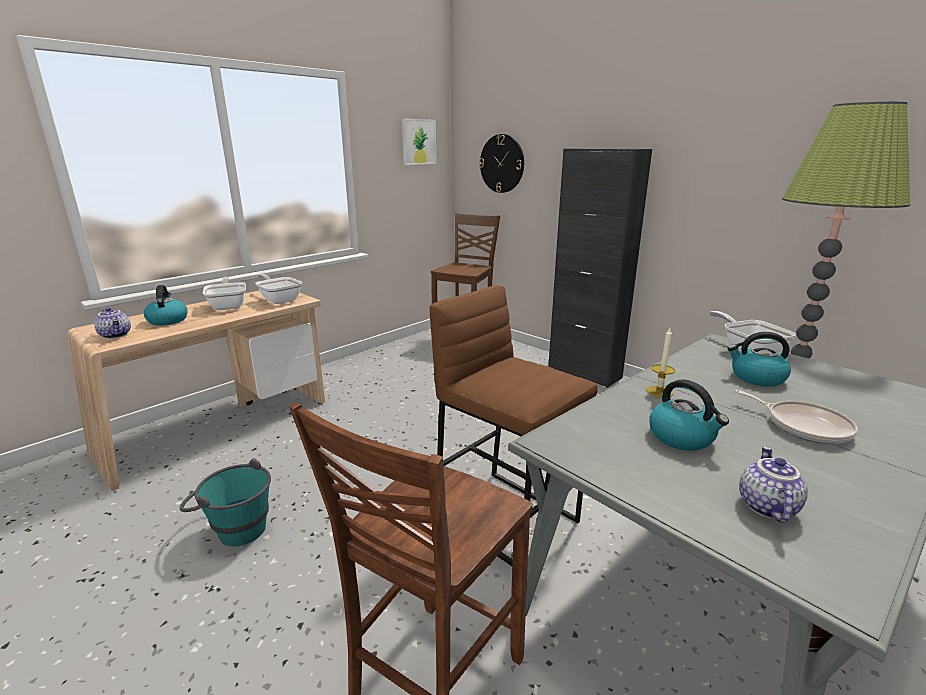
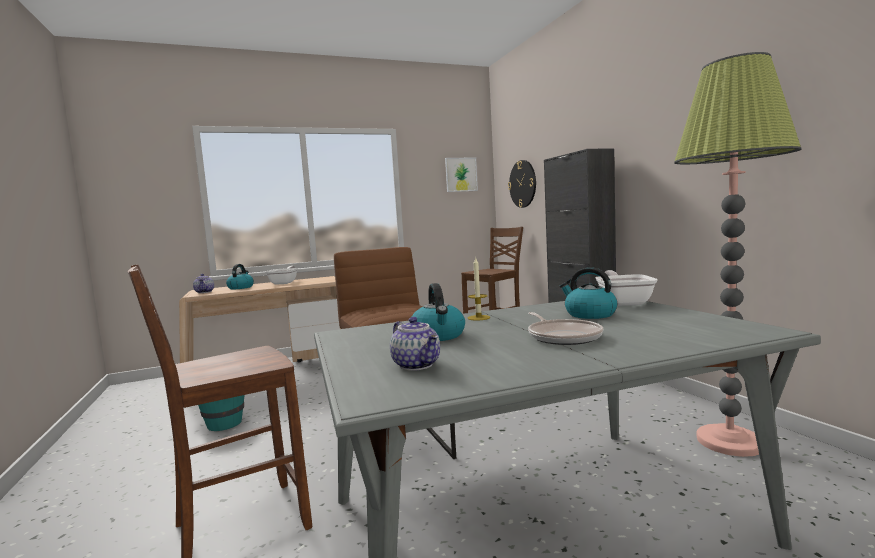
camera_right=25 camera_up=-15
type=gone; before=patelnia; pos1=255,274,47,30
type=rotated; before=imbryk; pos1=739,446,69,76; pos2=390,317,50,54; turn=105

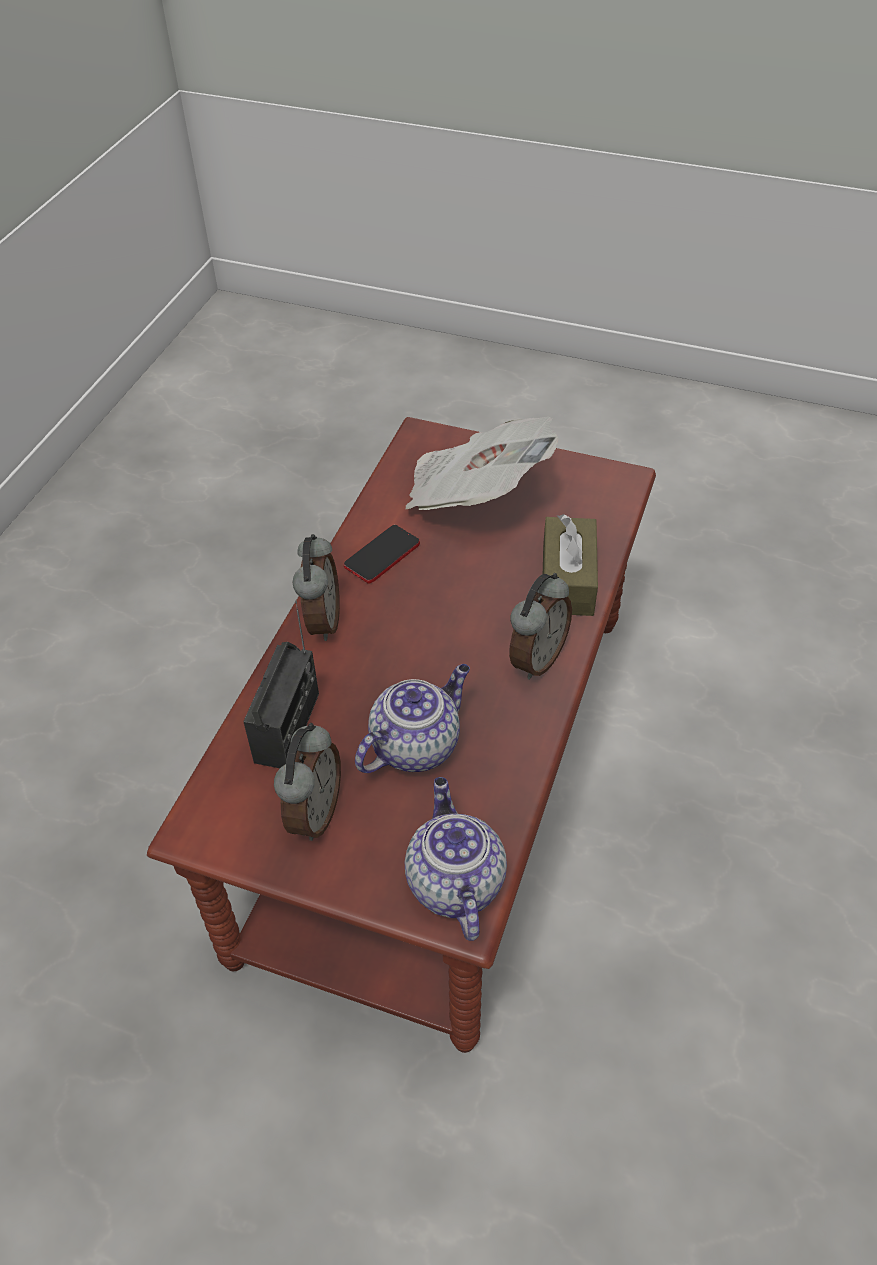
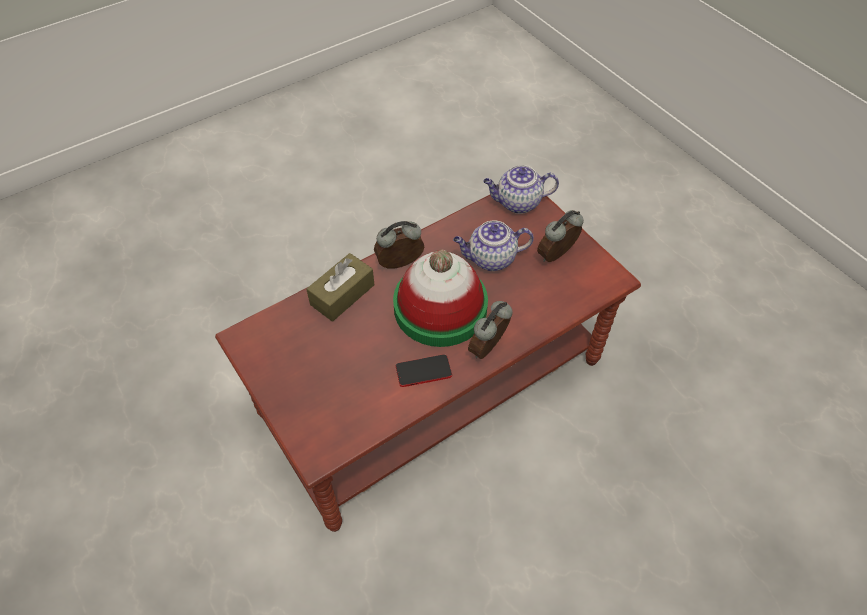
camera_right=-145 camera_up=5
type=gone; before=gazeta; pos1=406,417,152,93
type=gone; before=radio; pos1=243,600,76,168
type=rotated; before=imbryk; pos1=405,777,102,164; pos2=483,165,76,49; turn=60
type=new; after=kapelusz; pos2=393,249,95,98

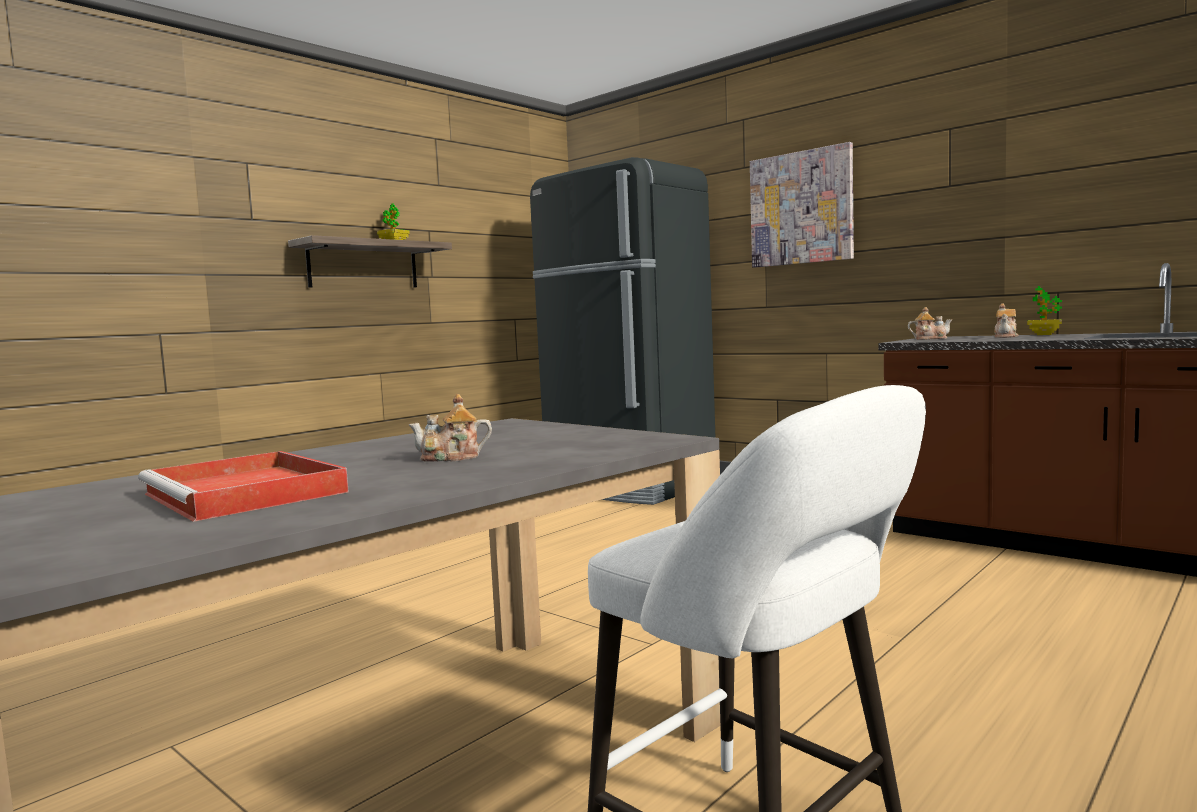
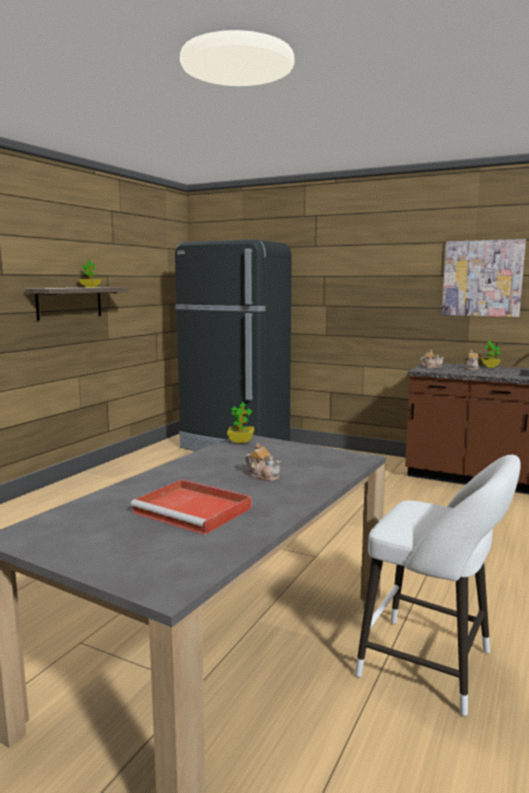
camera_right=-15 camera_up=5
type=shifted; before=obraz; pos1=750,142,104,126; pos2=442,239,84,78
type=rotated; before=imbryk; pos1=408,394,84,68; pos2=245,443,36,38; turn=-120
type=new; after=roślina doniczkowa; pos2=227,402,27,41

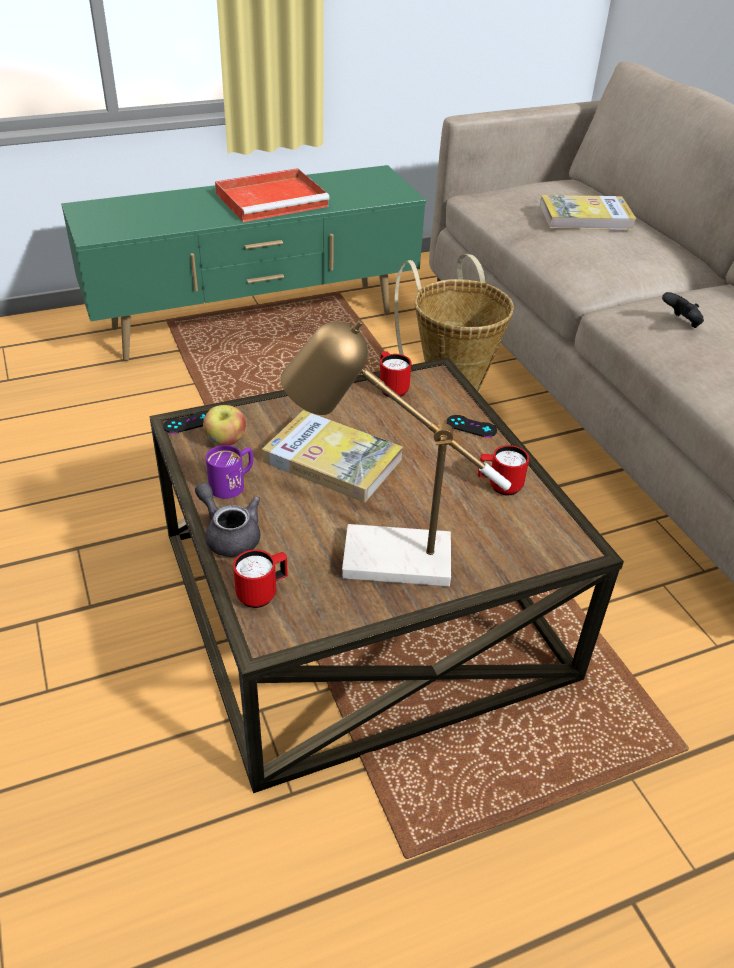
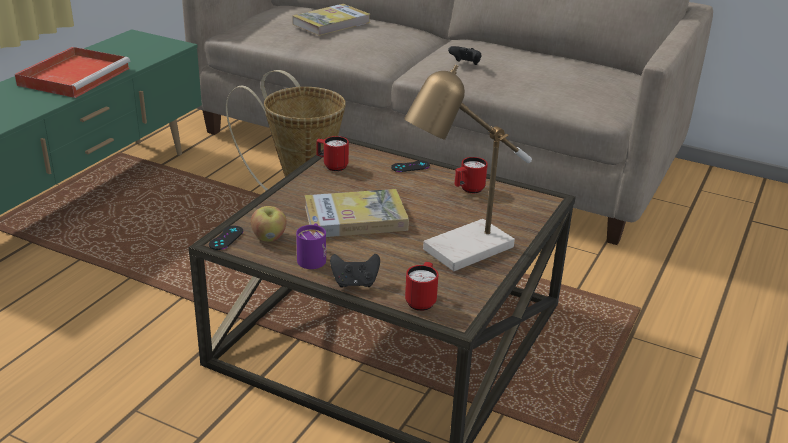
camera_right=-40 camera_up=-10
type=swapped; before=imbryk [szary]; after=pad do gier [czarny]; pos1=195,482,65,75; pos2=330,254,50,34

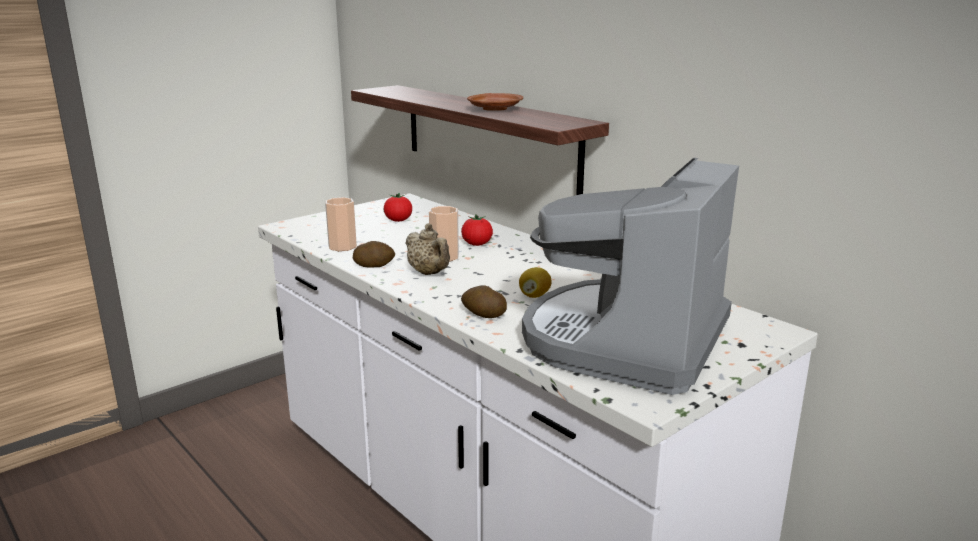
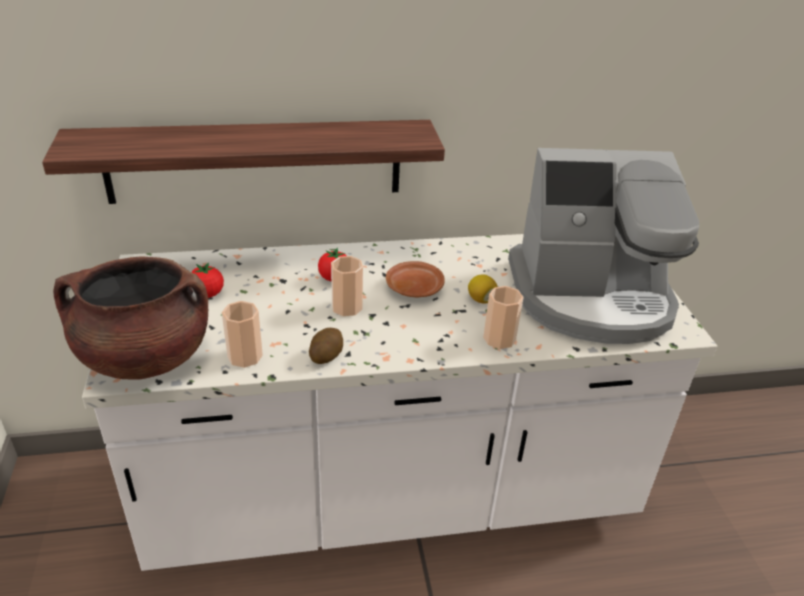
camera_right=-60 camera_up=15
type=shifted; before=talerz [brązowy]; pos1=467,93,56,18; pos2=386,261,59,36
type=rotated; before=ekspres do kawy; pos1=522,158,217,237; pos2=508,148,191,196; turn=-60
type=gone; before=imbryk [beżowy]; pos1=405,223,45,52
type=swapped; before=ziemniak; after=filiżanka; pos1=461,285,46,33; pos2=483,286,41,63
type=new; after=garnek [brązowy]; pos2=53,256,155,124

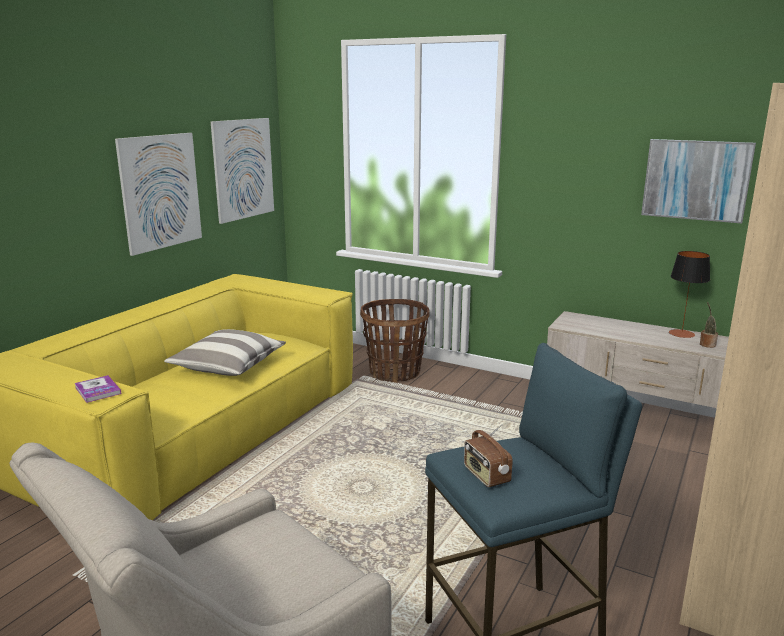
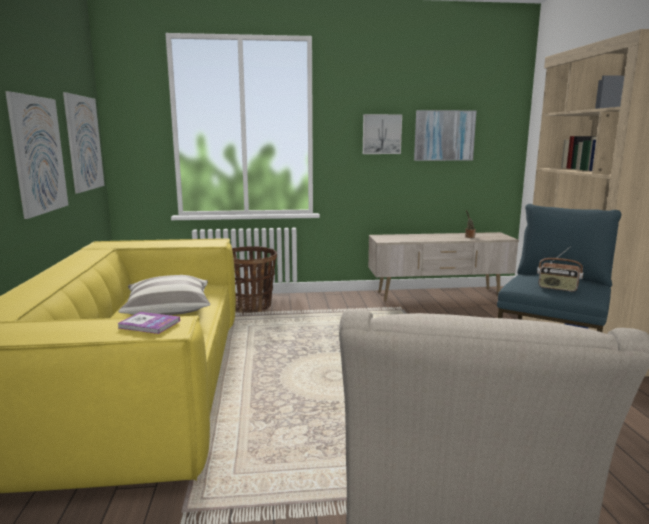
camera_right=-35 camera_up=-5
type=gone; before=lampa stołowa; pos1=669,251,41,87
type=new; after=obraz; pos2=363,114,39,40

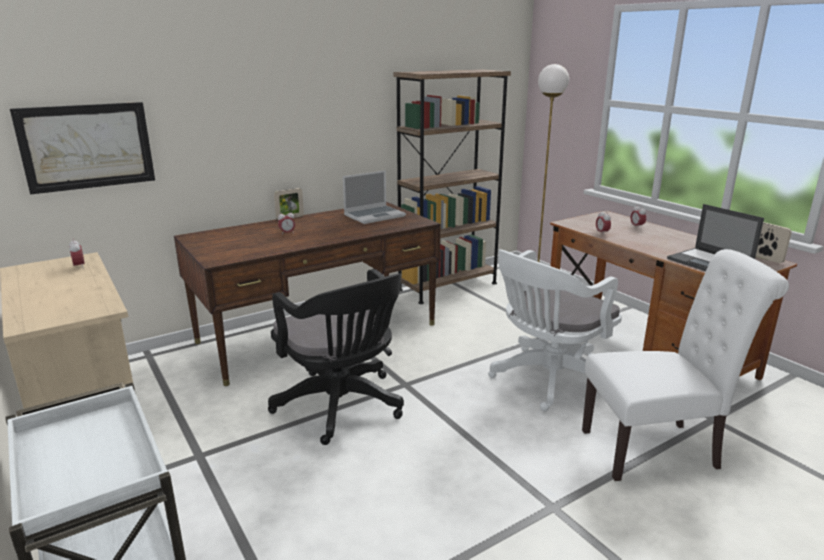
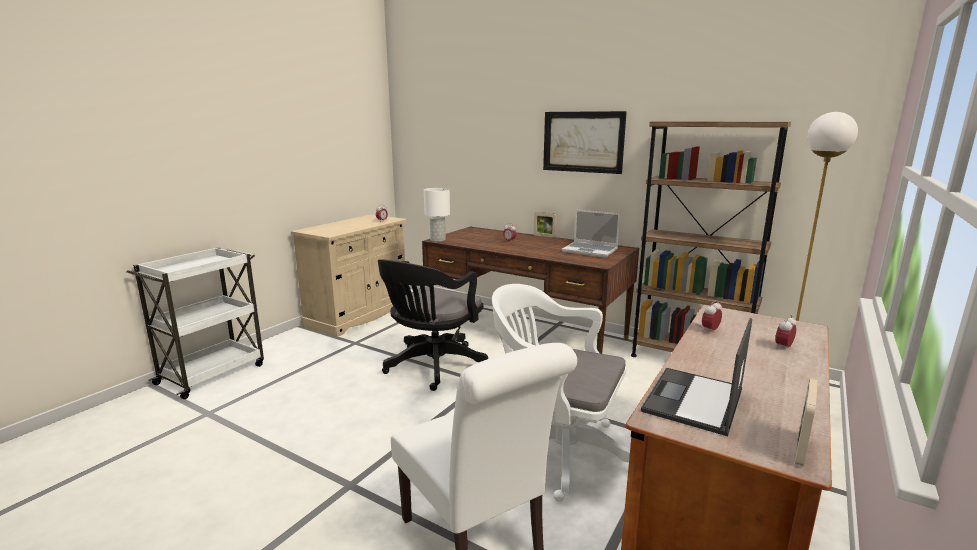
camera_right=65 camera_up=-5
type=shifted; before=obraz; pos1=10,102,145,93; pos2=543,111,84,63
type=new; after=lampa stołowa [biały]; pos2=424,188,26,54

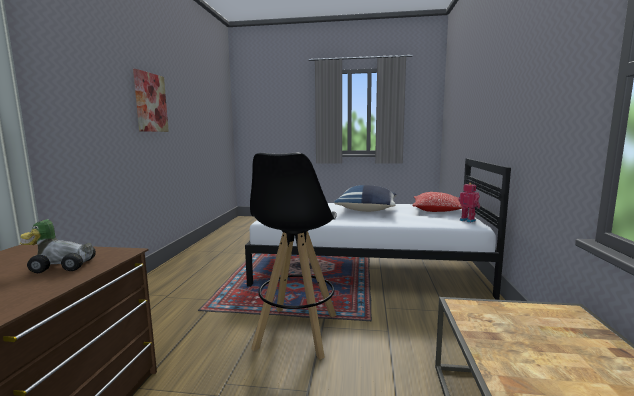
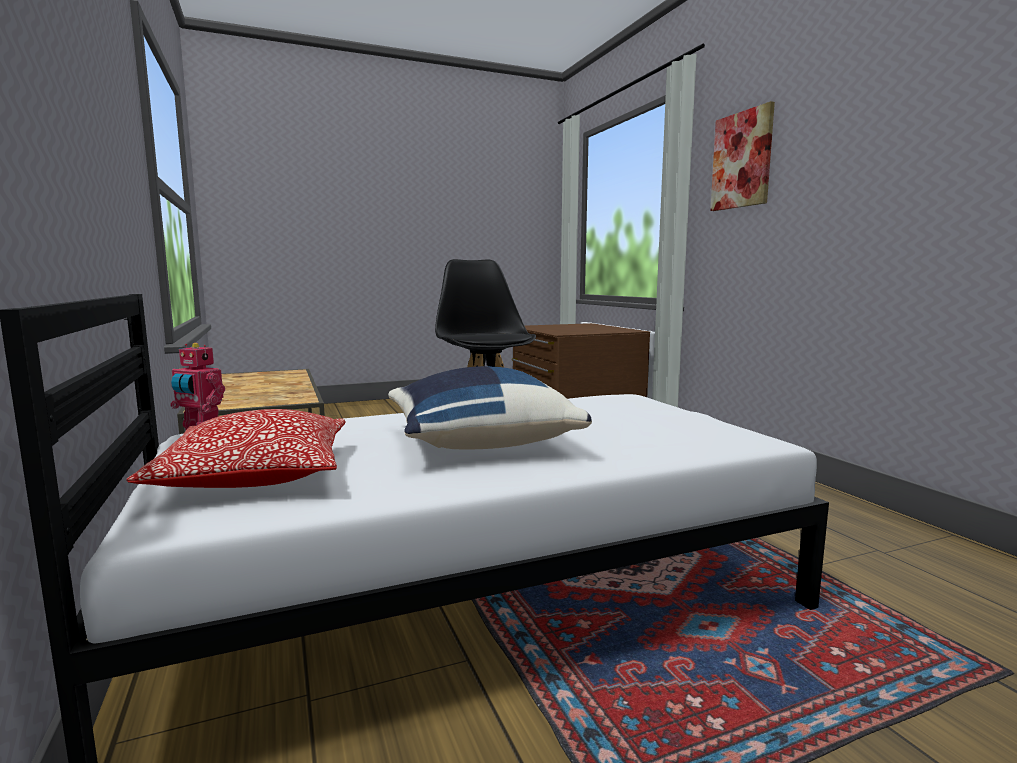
camera_right=150 camera_up=0
type=shifted; before=obraz; pos1=133,69,36,63; pos2=710,101,65,110
type=gone; before=samochodzik; pos1=20,219,76,54

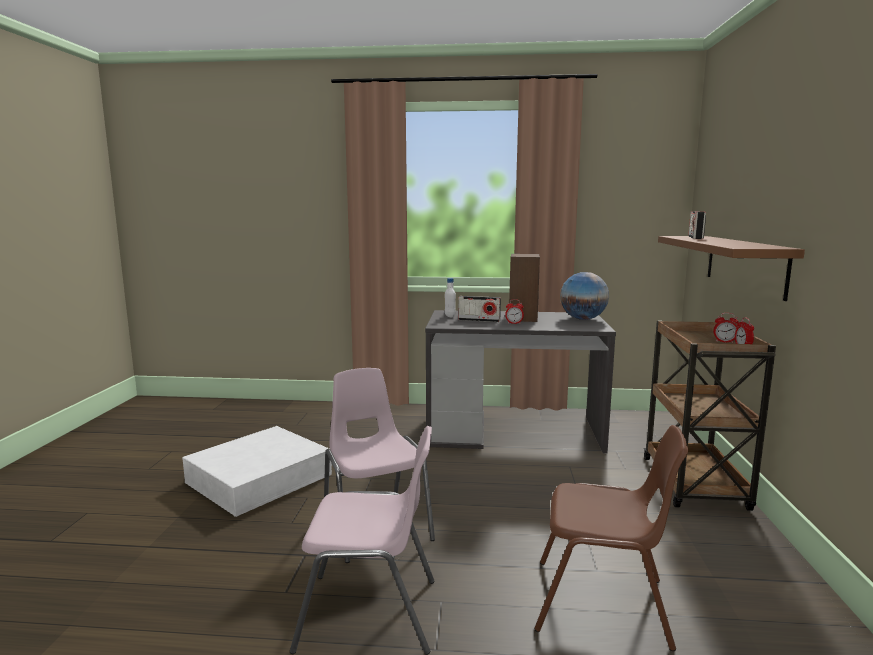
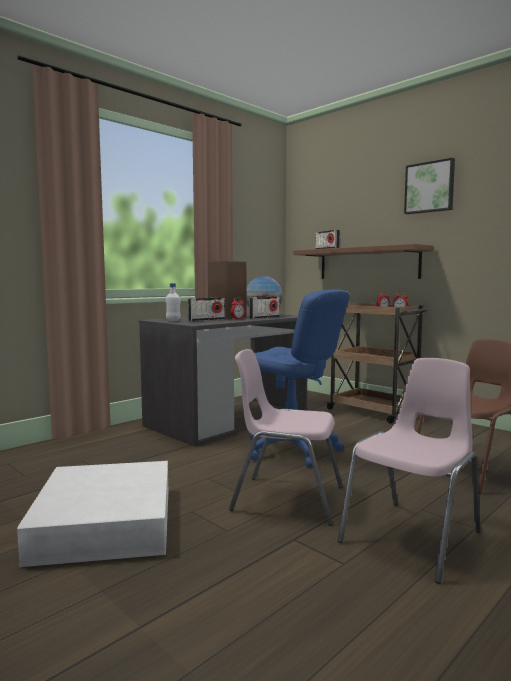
camera_right=-50 camera_up=-5
type=new; after=obraz; pos2=404,158,51,56
type=new; after=krzesło biurowe [niebieski]; pos2=247,289,102,178
type=new; after=radio; pos2=249,297,31,22

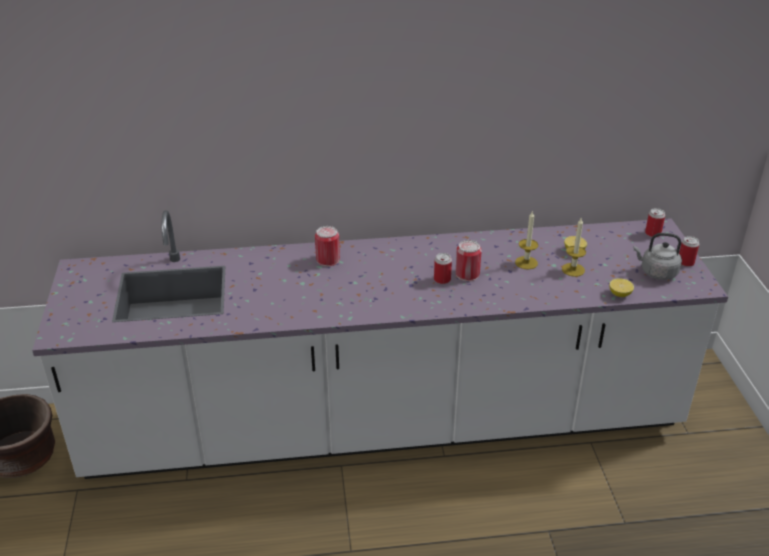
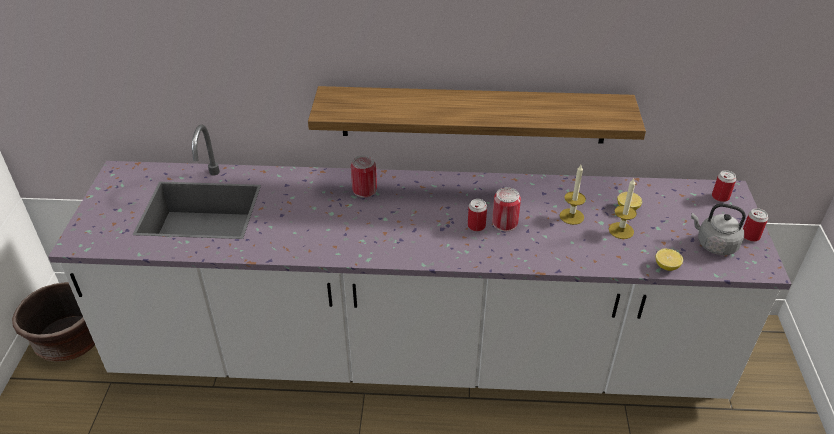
camera_right=10 camera_up=5
type=new; after=półka; pos2=308,86,338,58

